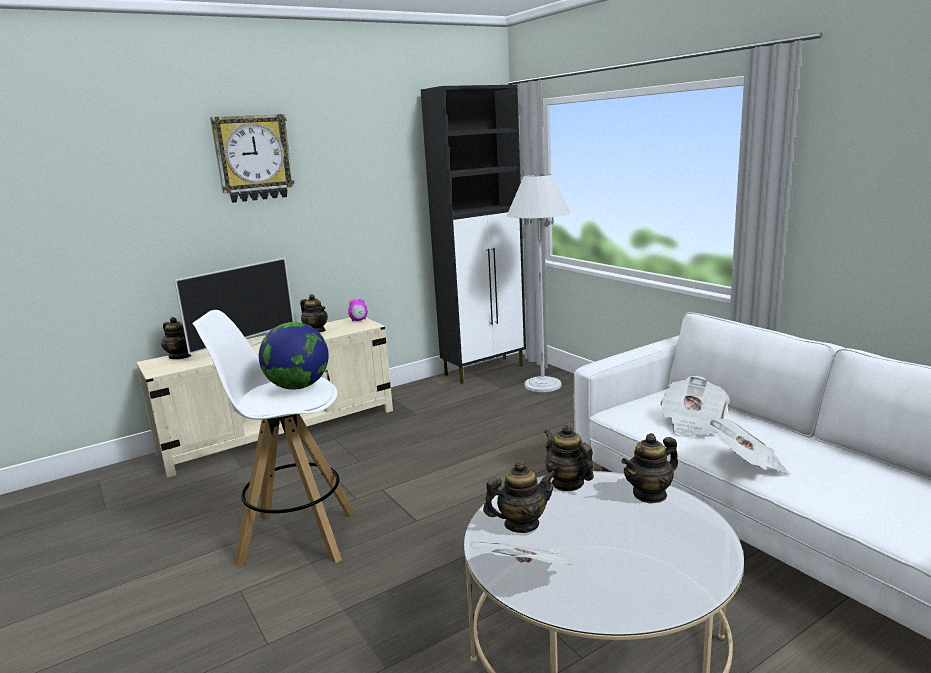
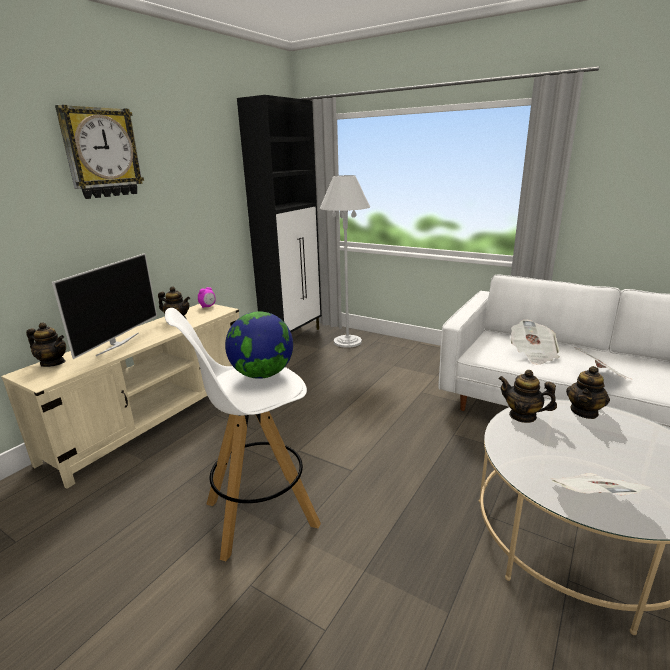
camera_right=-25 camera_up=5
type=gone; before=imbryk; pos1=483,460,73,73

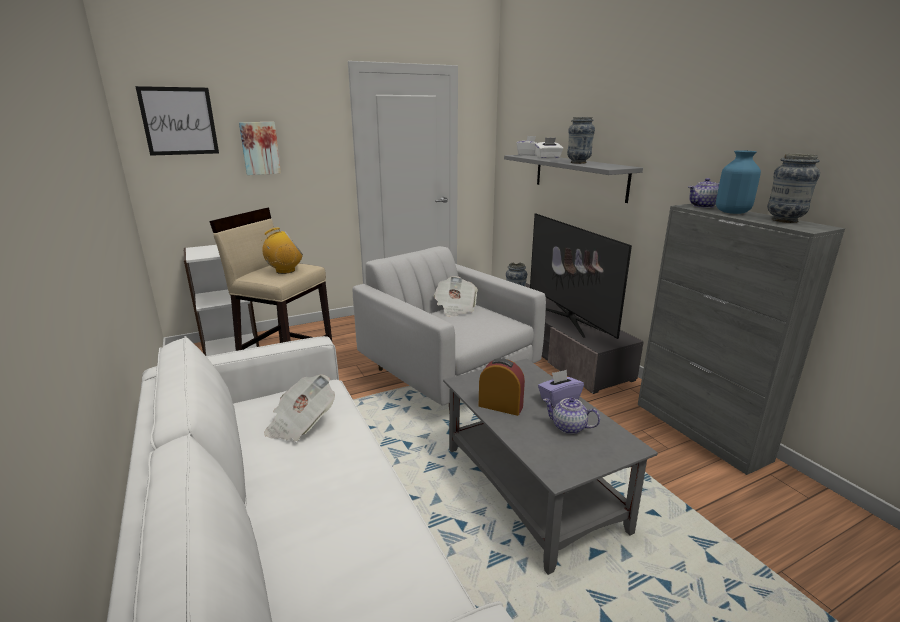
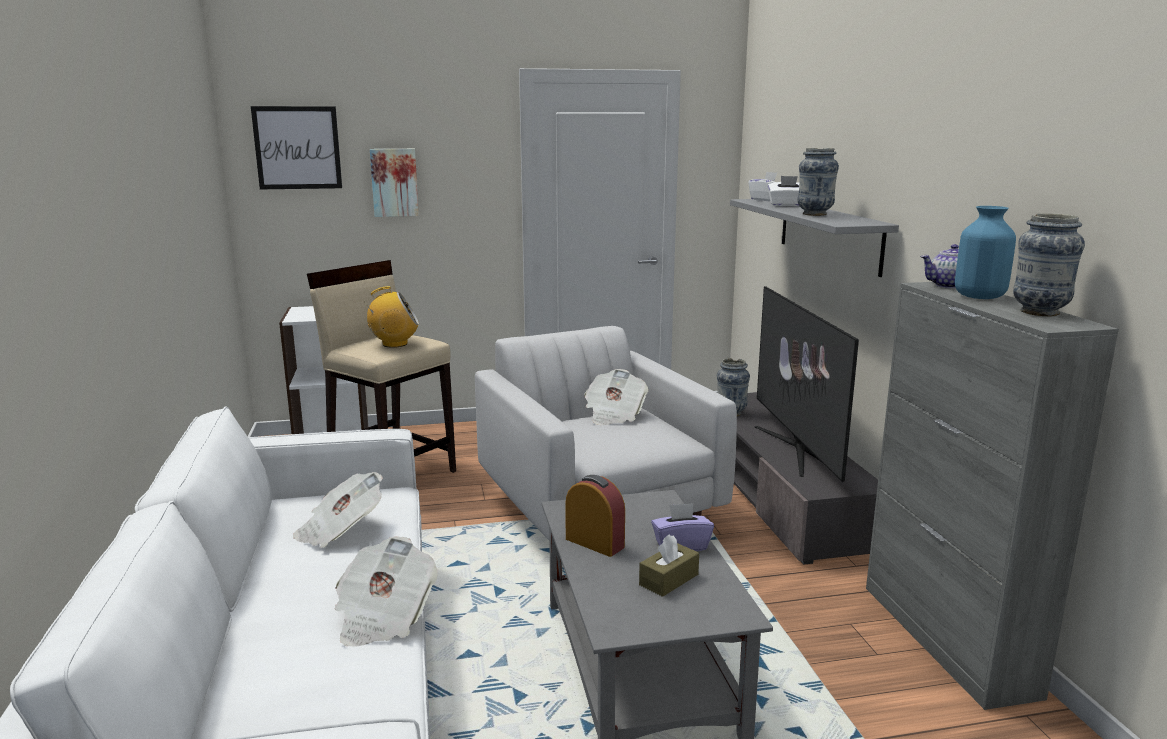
camera_right=15 camera_up=-5
type=swapped; before=imbryk; after=pudełko chusteczek [brązowy]; pos1=543,397,57,37; pos2=639,534,60,63
type=new; after=gazeta; pos2=334,536,104,111

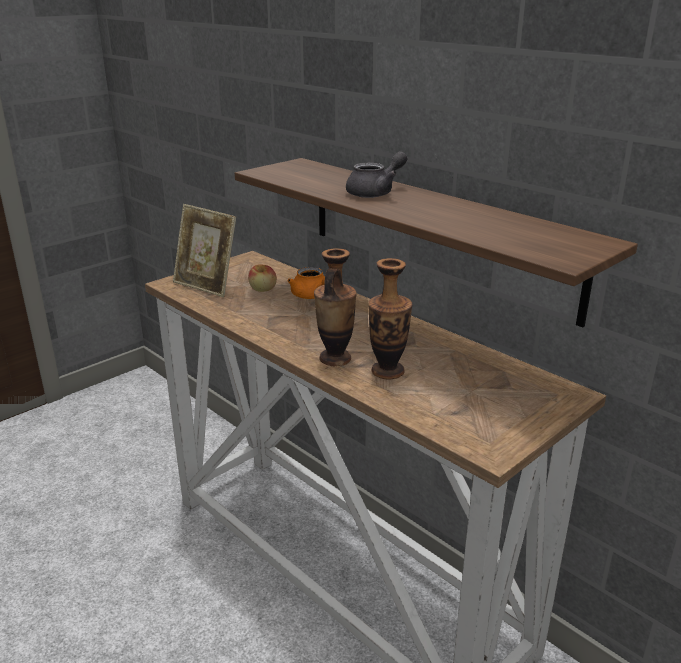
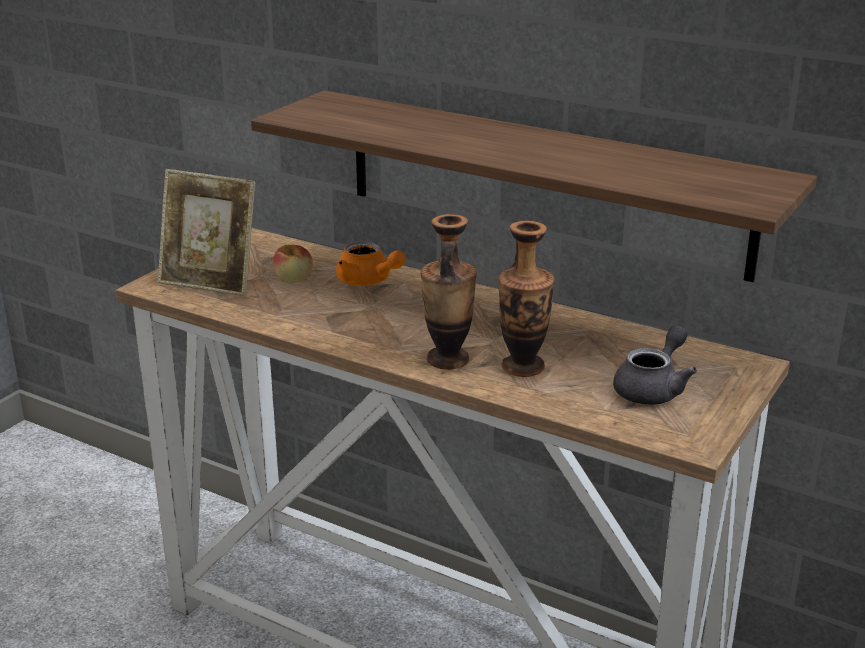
camera_right=-15 camera_up=0
type=shifted; before=imbryk [szary]; pos1=346,151,61,47; pos2=613,325,84,80

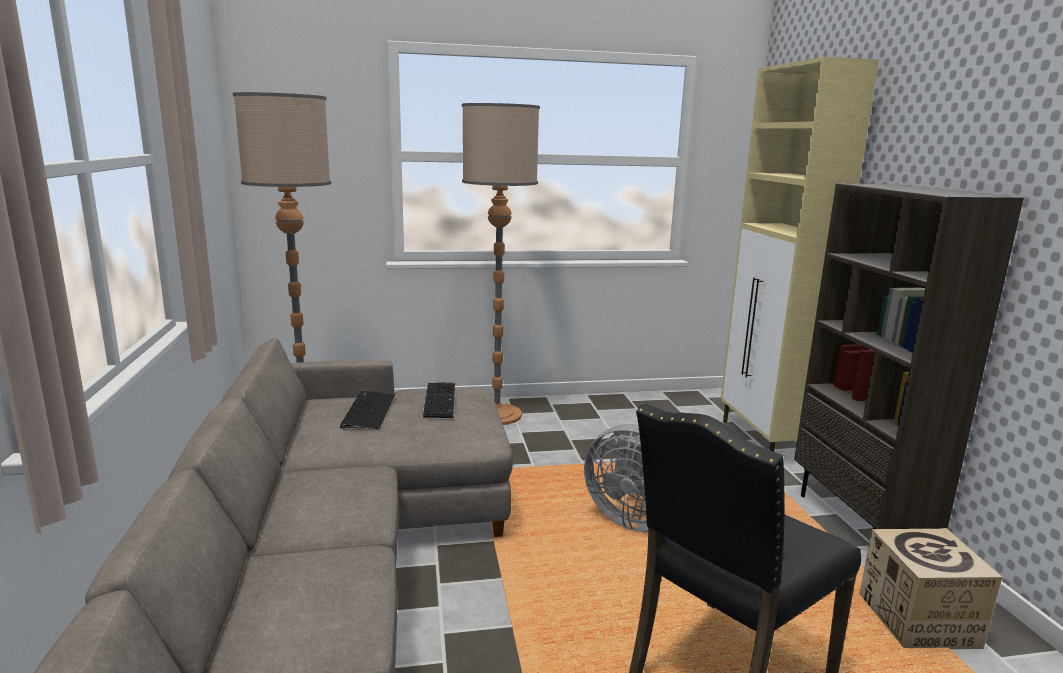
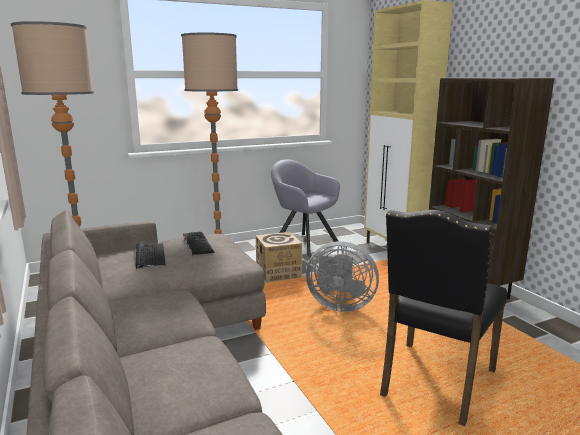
camera_right=-15 camera_up=0
type=shifted; before=karton; pos1=859,529,143,120; pos2=256,232,46,51
type=new; after=fotel [szary]; pos2=271,159,69,98

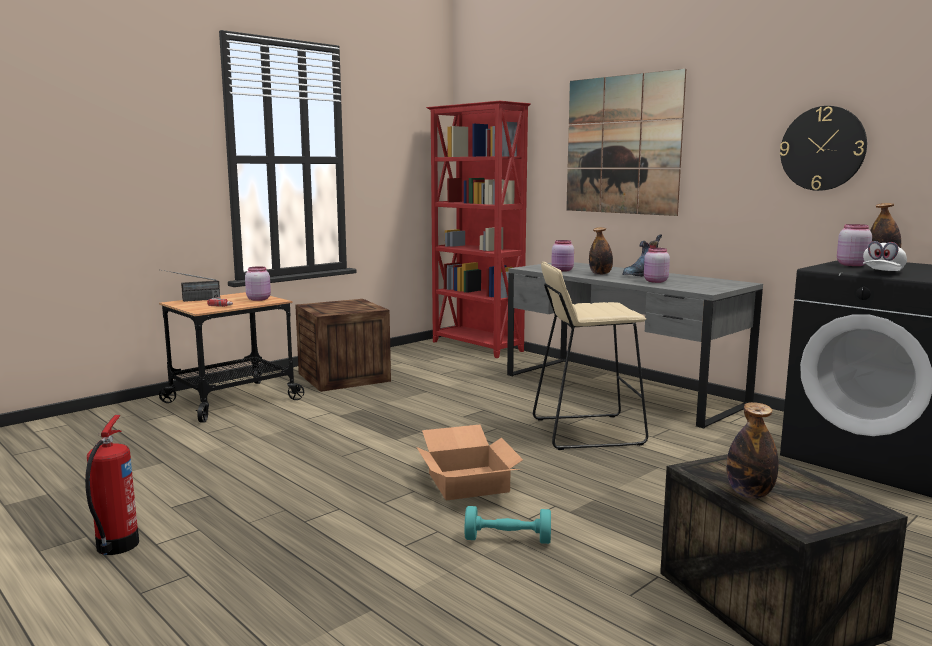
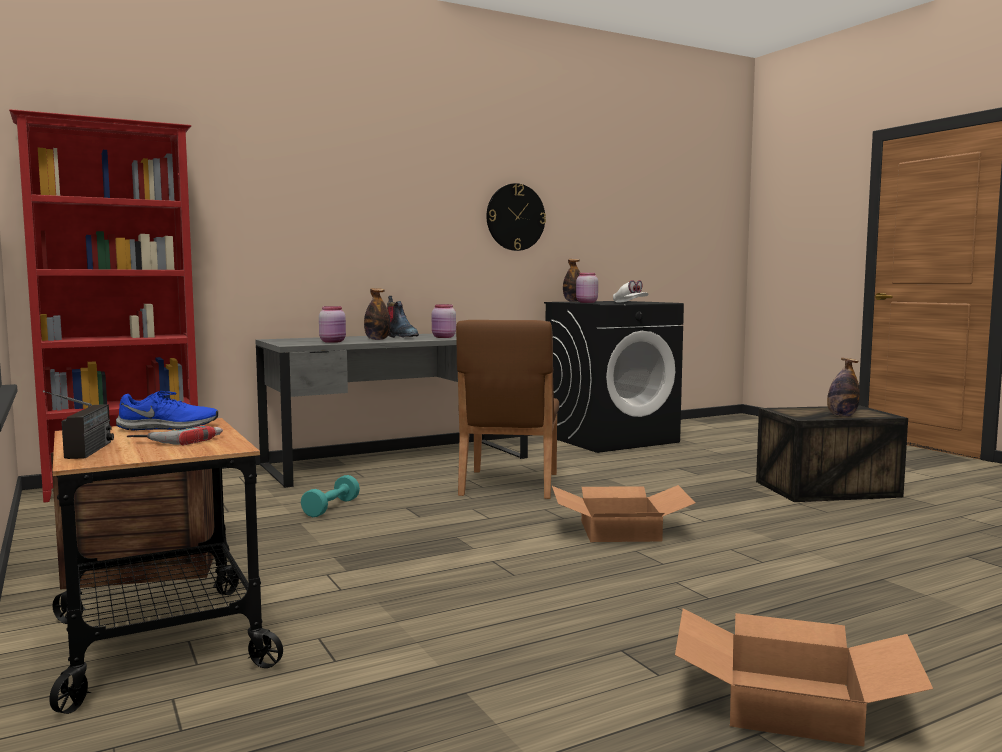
camera_right=-75 camera_up=-5
type=gone; before=obraz; pos1=566,69,120,147
type=swapped; before=stołek [beżowy]; after=krzesło [brązowy]; pos1=533,262,115,188; pos2=456,320,103,179
type=swapped; before=słoik [różowy]; after=but [niebieski]; pos1=245,266,26,35; pos2=116,391,102,39
type=swapped; before=gaśnica; after=karton; pos1=85,415,54,140; pos2=675,608,258,139
type=shifted; before=hantel [turkusowy]; pos1=465,506,86,38; pos2=301,475,59,42

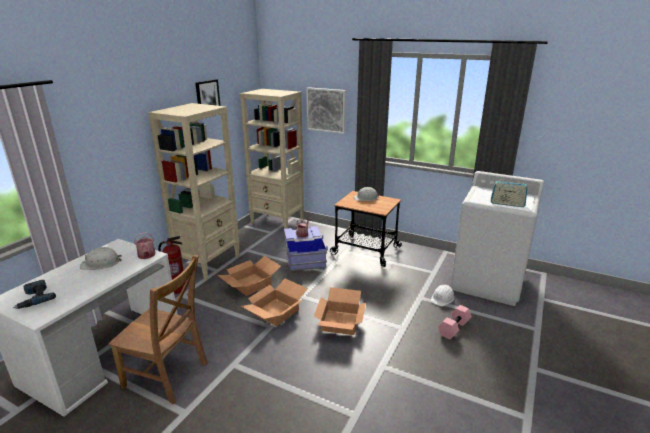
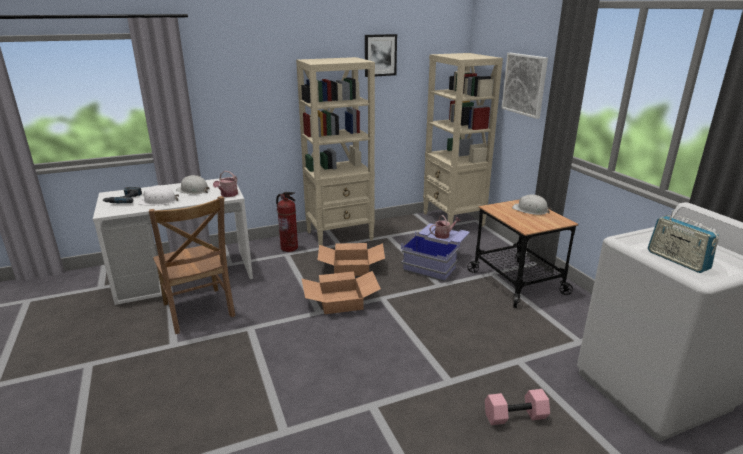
camera_right=40 camera_up=0
type=shifted; before=kask [biały]; pos1=431,285,23,21; pos2=138,185,41,21
type=gone; before=karton; pos1=314,287,52,48

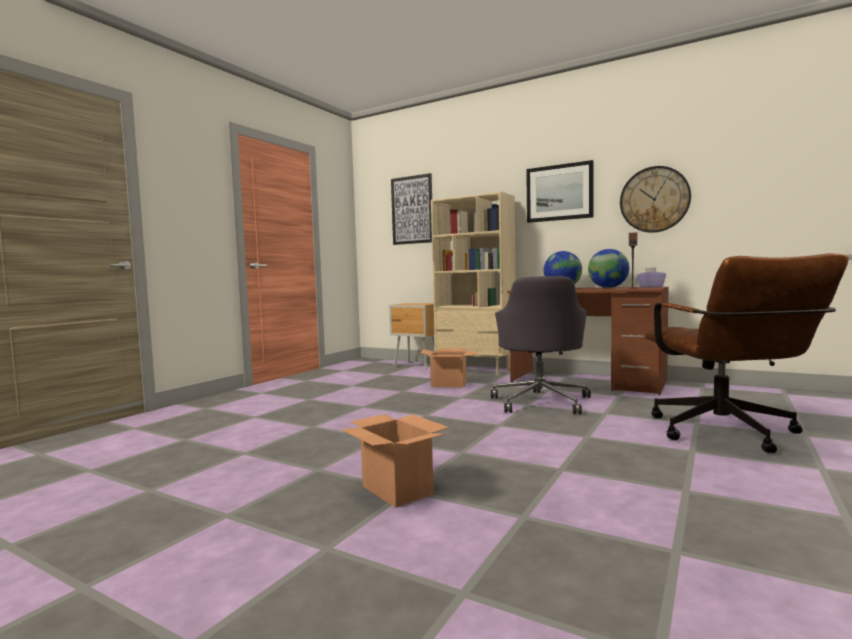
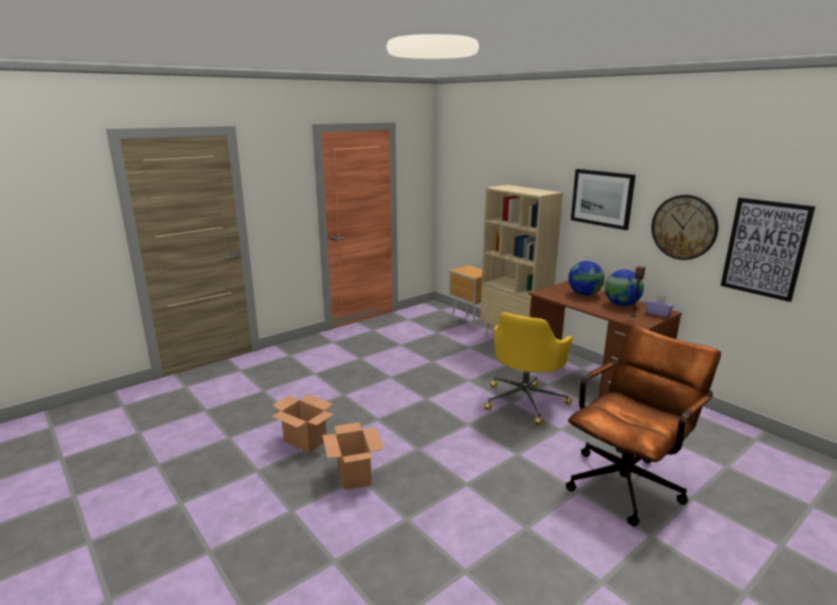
camera_right=20 camera_up=15
type=shifted; before=obraz; pos1=391,173,41,72; pos2=721,197,95,105
type=rotated; before=krzesło biurowe [brązowy]; pos1=645,253,204,200; pos2=566,325,155,201; turn=-150
type=repainted; before=krzesło biurowe [szary]; after=krzesło biurowe [żółty]; pos1=491,276,100,138; pos2=484,312,89,114
type=shifted; before=karton; pos1=419,348,58,40; pos2=271,394,63,59

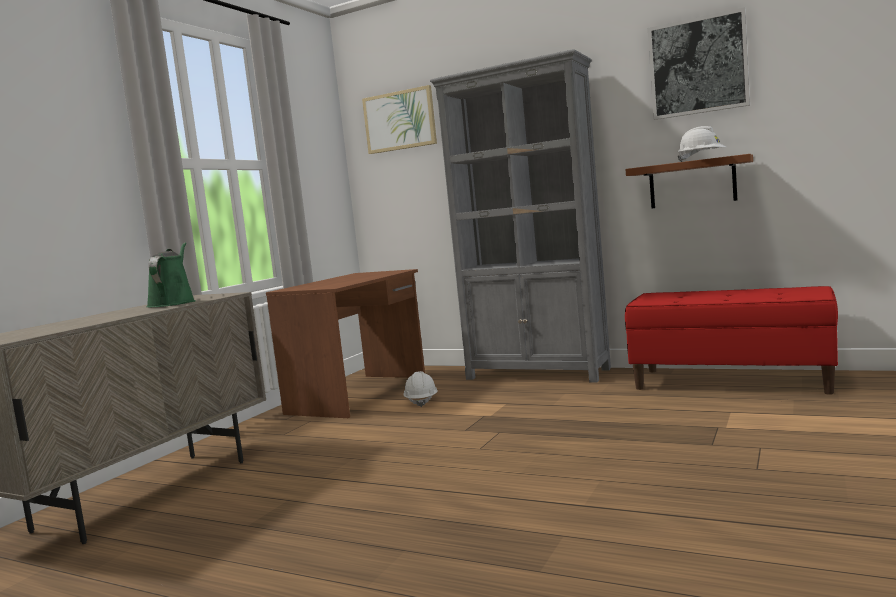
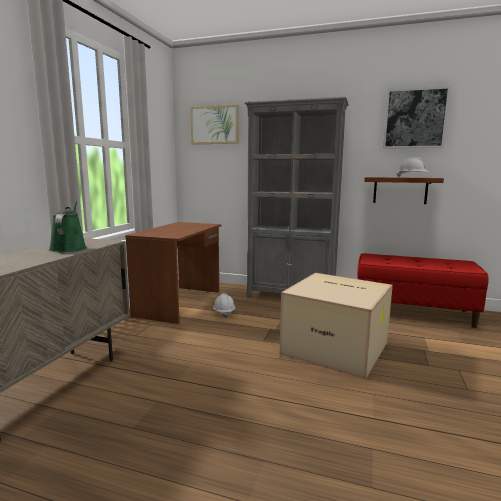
camera_right=-10 camera_up=5
type=new; after=karton; pos2=280,273,113,106

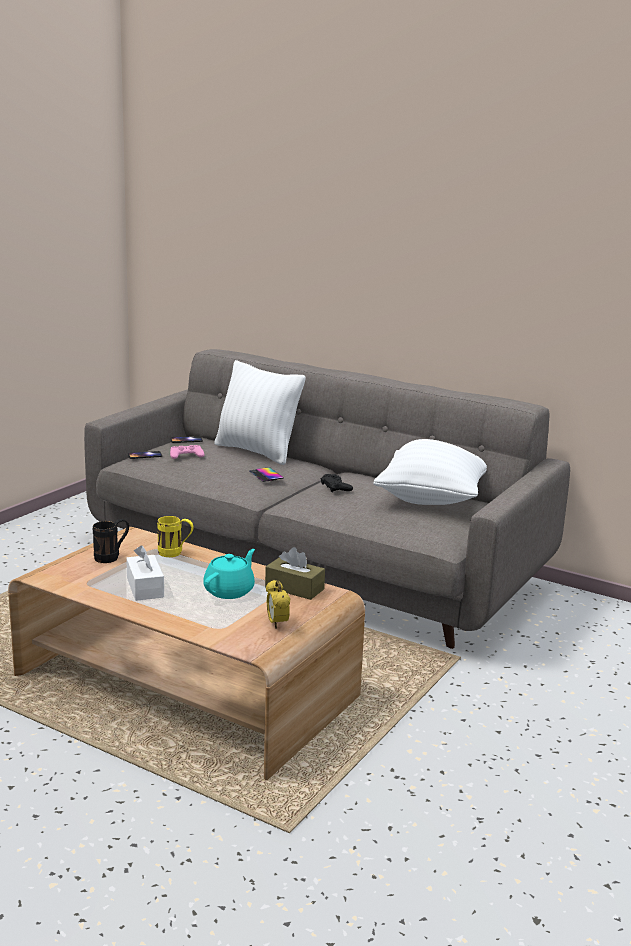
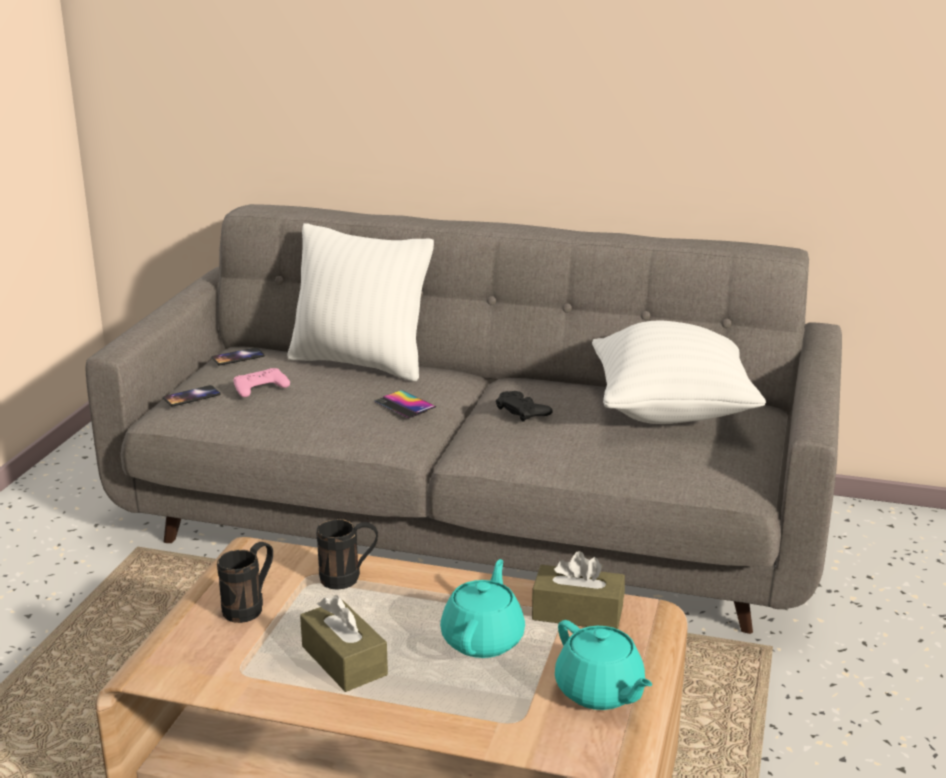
camera_right=-15 camera_up=5
type=repainted; before=kubek [żółty]; after=kubek [czarny]; pos1=157,516,37,41; pos2=316,519,62,71
type=repainted; before=pudełko chusteczek [biały]; after=pudełko chusteczek [brązowy]; pos1=126,545,38,56; pos2=300,595,88,97
type=swapped; before=budzik; after=imbryk [turkusowy]; pos1=266,580,24,49; pos2=555,620,97,90

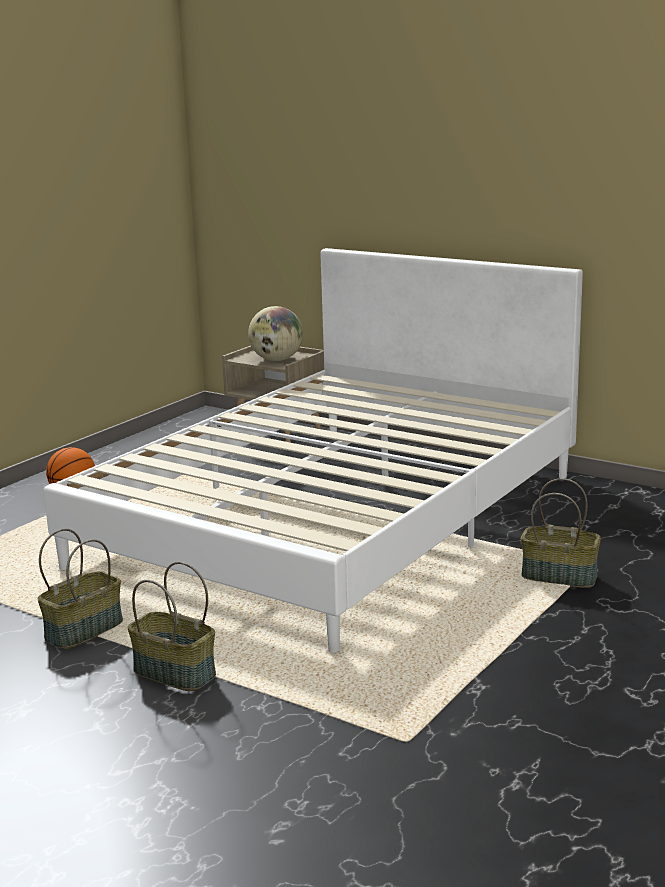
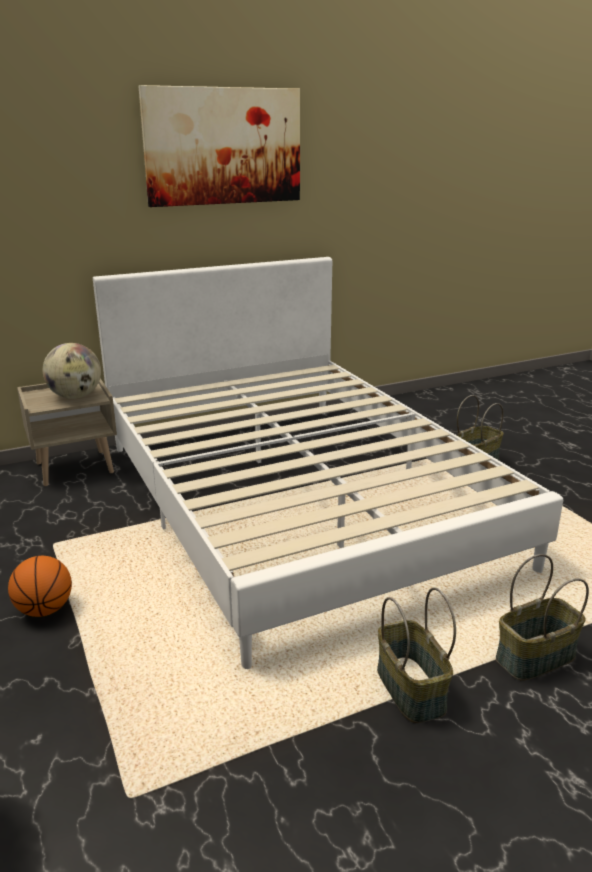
camera_right=-60 camera_up=5
type=new; after=obraz; pos2=138,85,162,122

